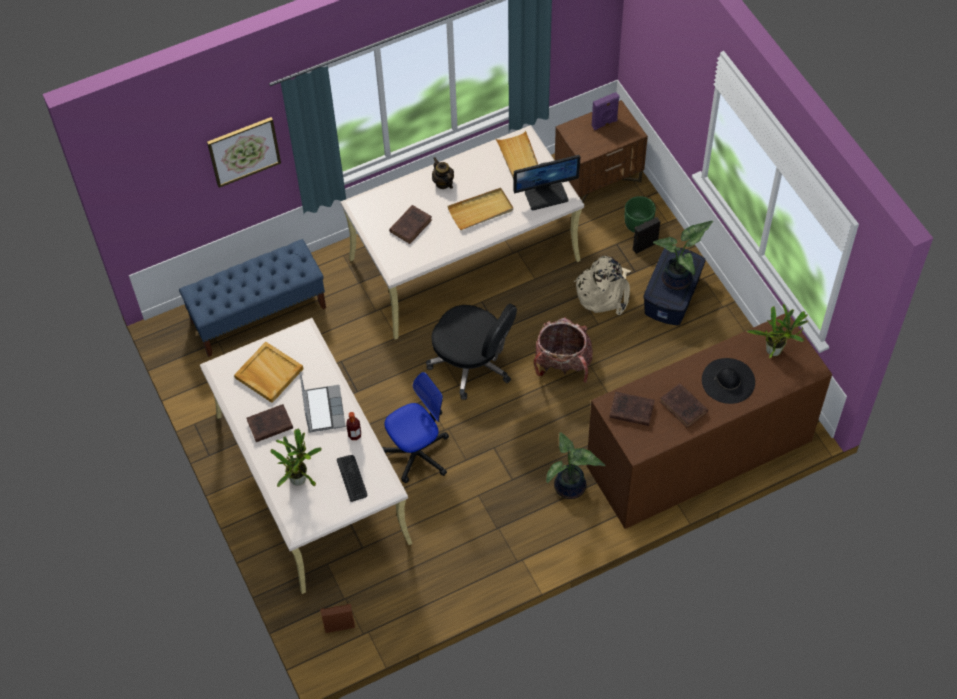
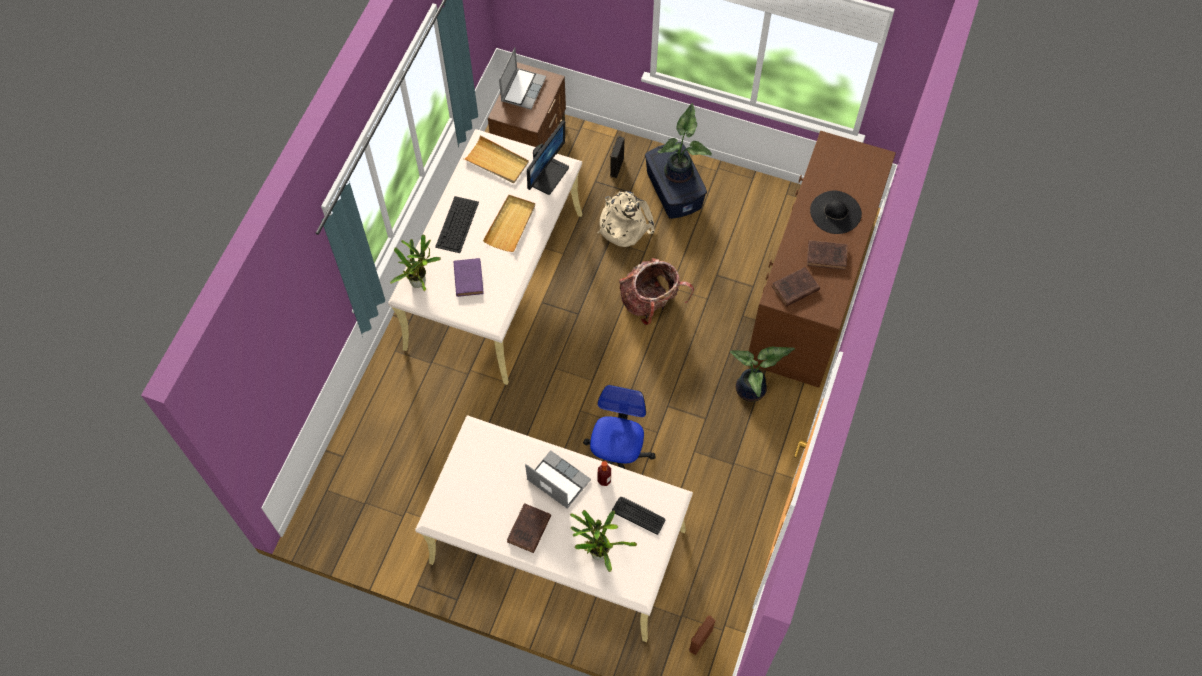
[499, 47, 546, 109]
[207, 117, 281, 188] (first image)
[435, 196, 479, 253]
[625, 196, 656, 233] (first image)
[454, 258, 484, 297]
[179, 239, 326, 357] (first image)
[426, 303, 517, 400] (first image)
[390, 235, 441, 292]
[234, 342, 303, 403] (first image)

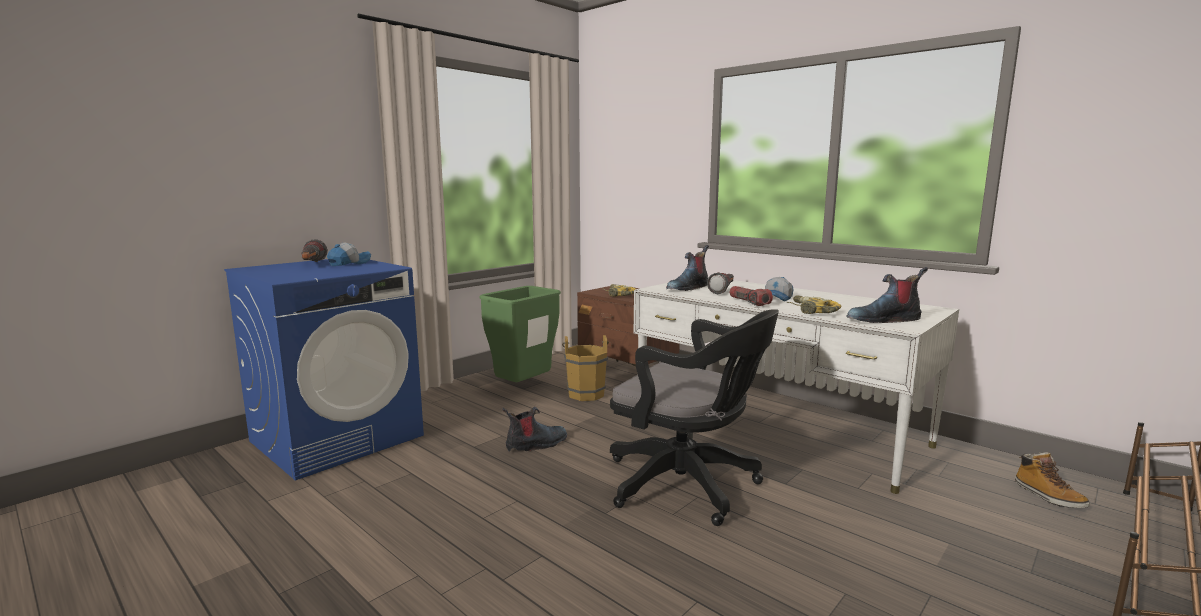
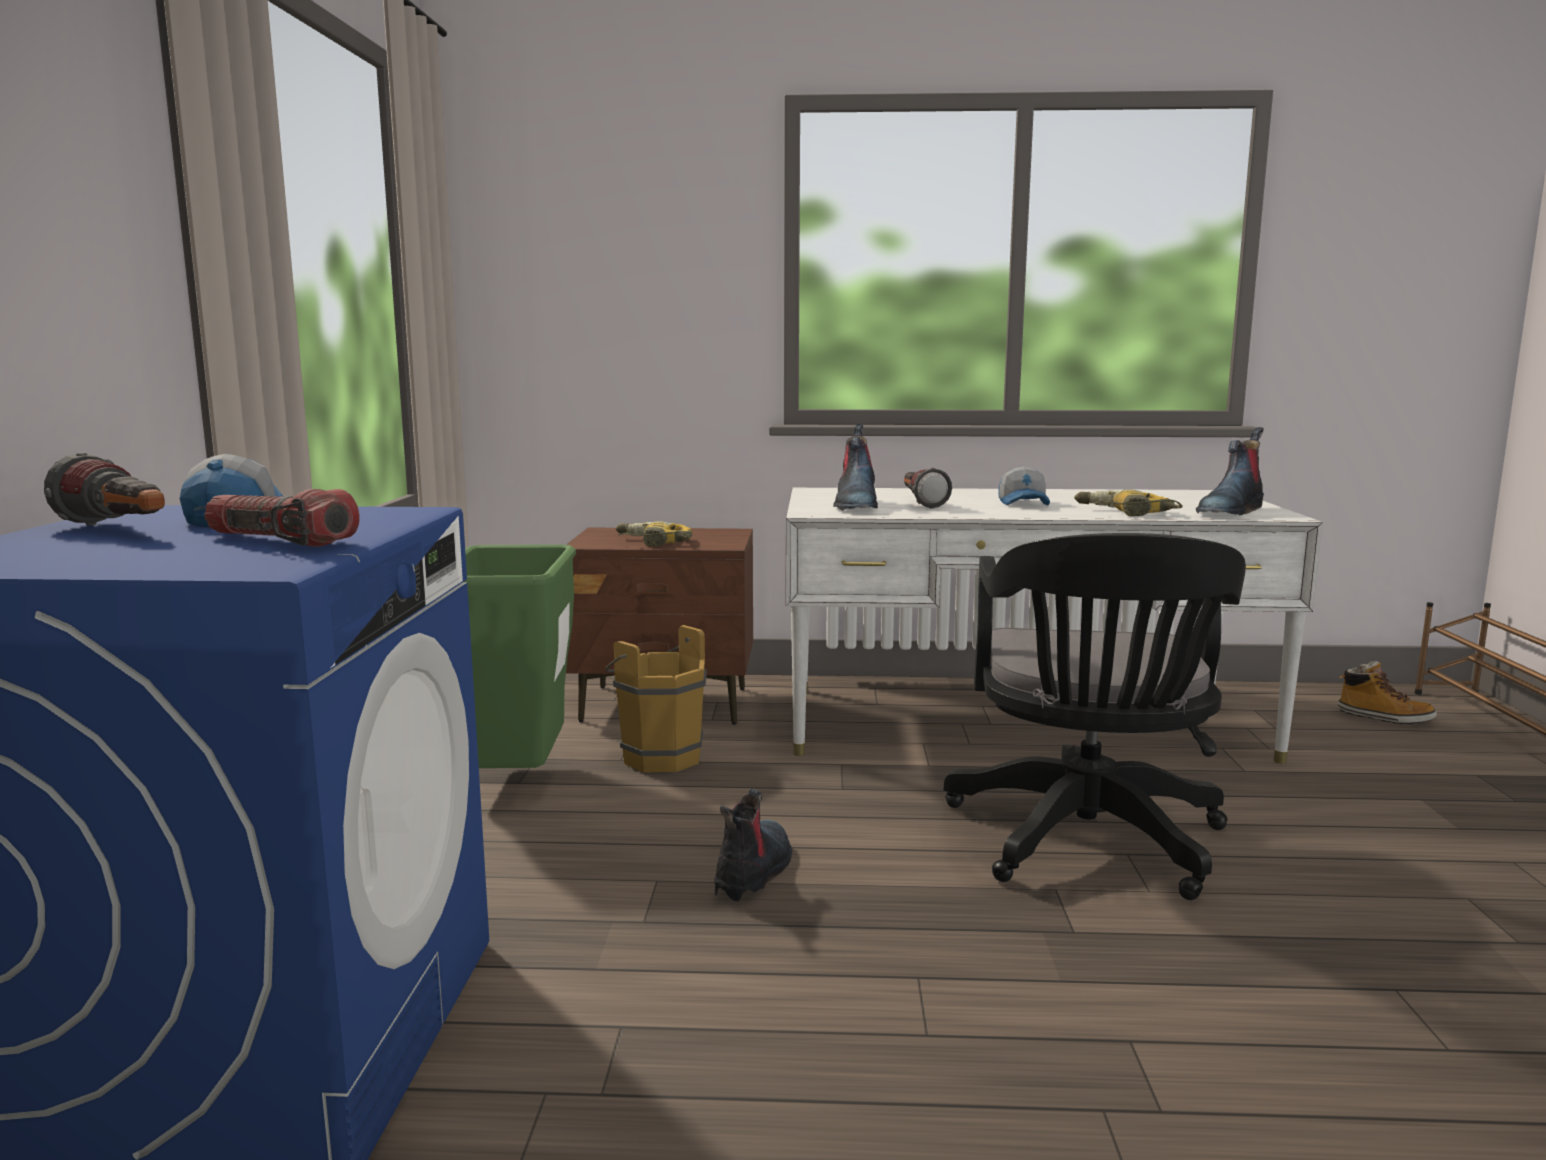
[204, 489, 360, 547]
[944, 533, 1246, 900]

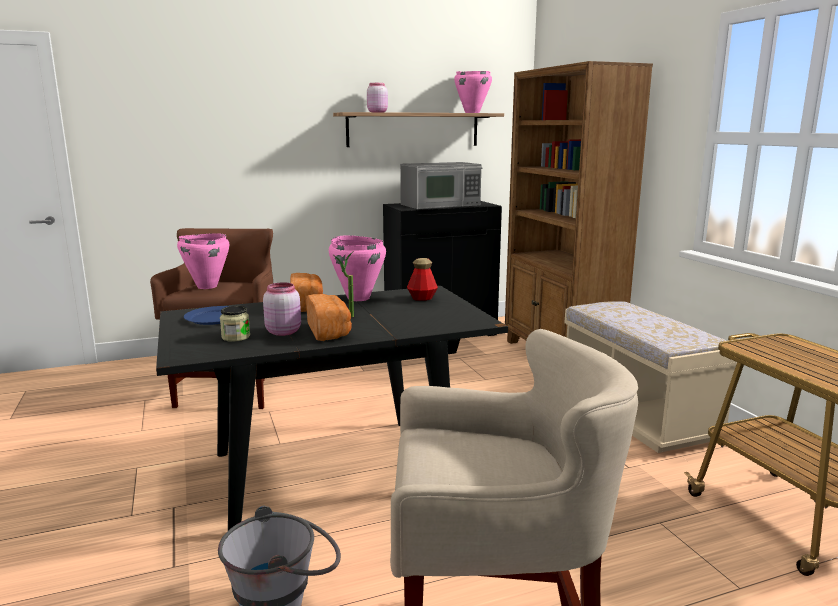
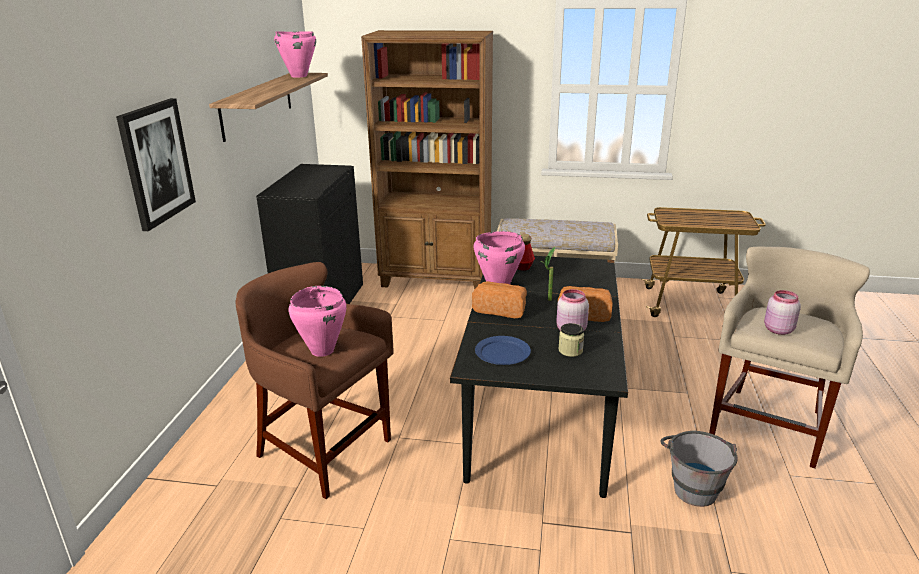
[764, 290, 801, 335]
[400, 162, 482, 209] (first image)
[116, 98, 196, 231]

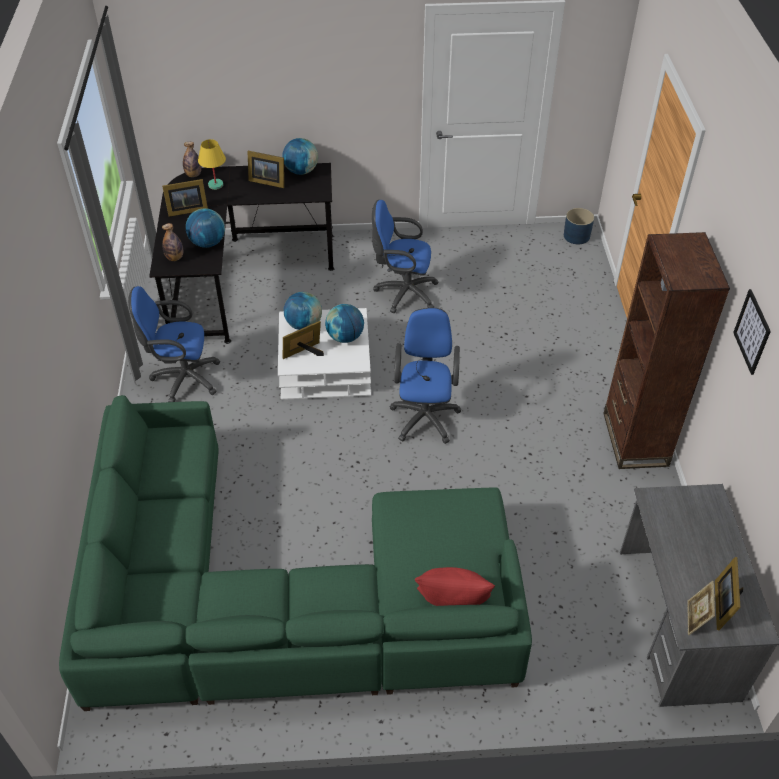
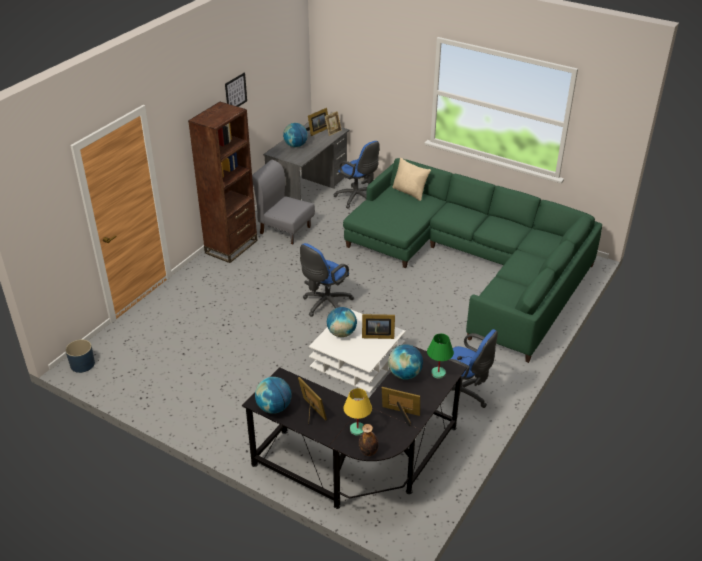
[333, 141, 380, 209]
[427, 334, 454, 378]
[283, 123, 308, 147]
[392, 157, 431, 201]
[252, 160, 315, 244]

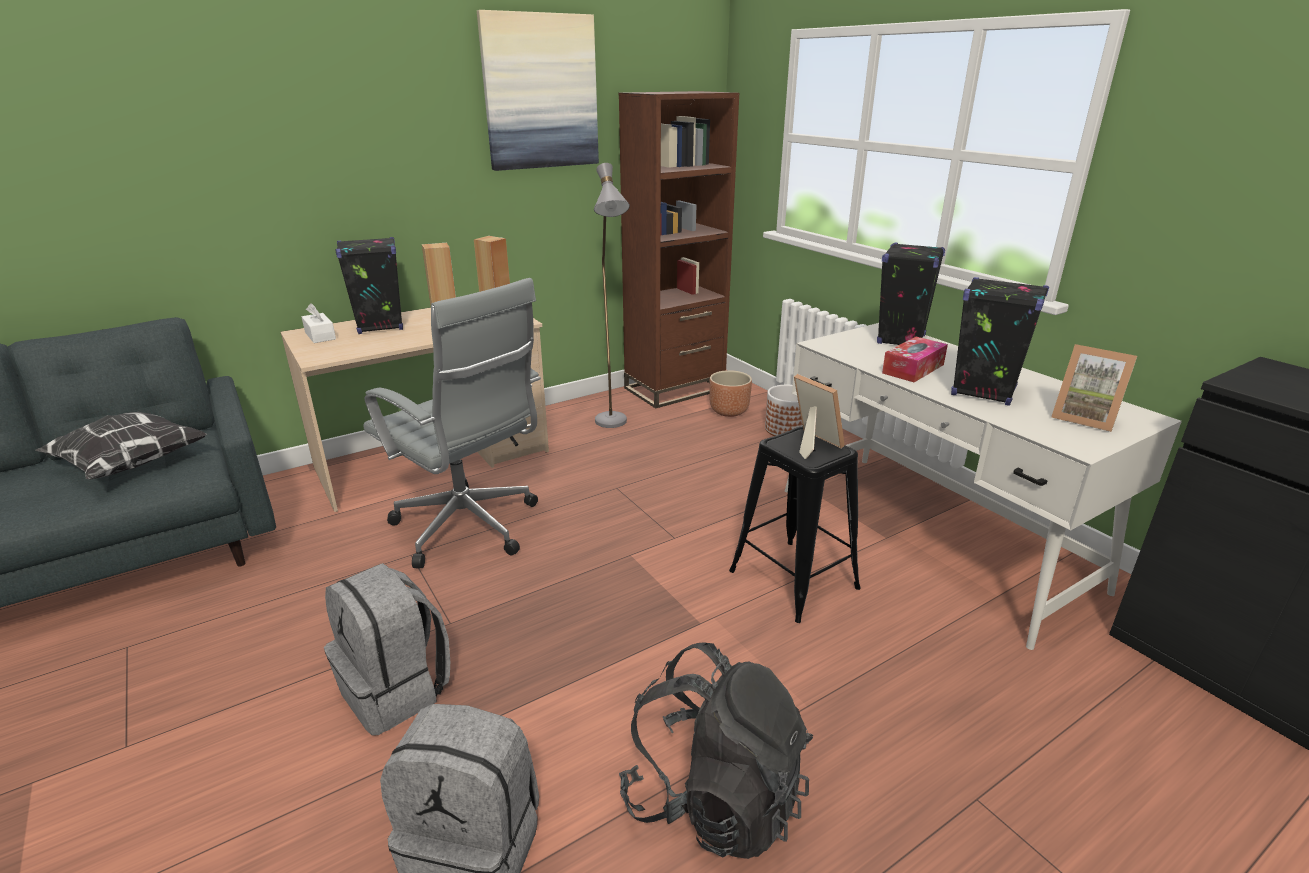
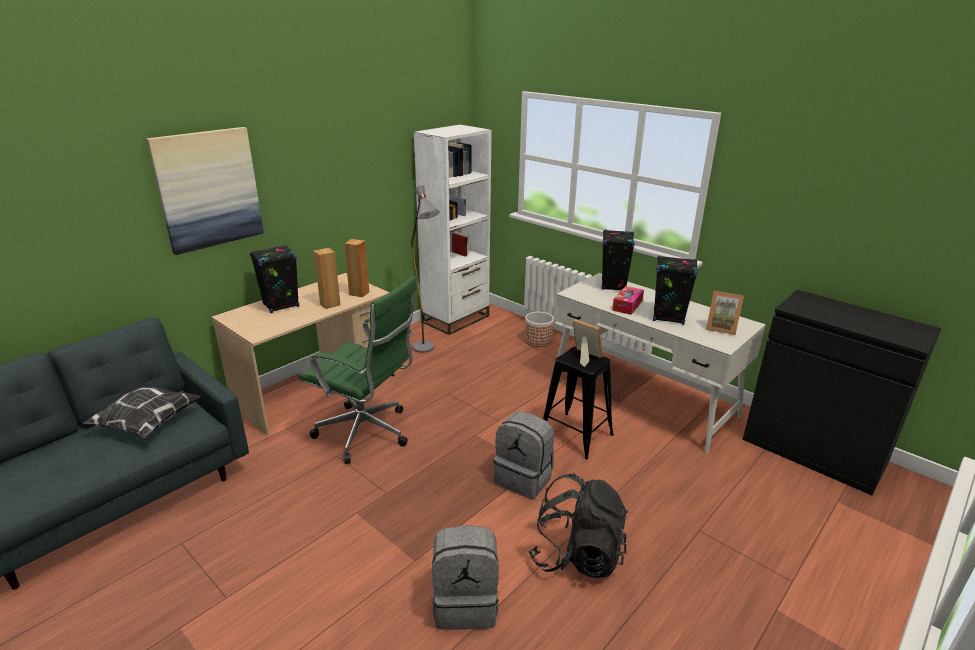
[146, 127, 264, 255]
[414, 125, 492, 335]
[298, 276, 417, 464]
[302, 303, 336, 343] (first image)
[709, 370, 752, 417] (first image)
[494, 411, 554, 499]

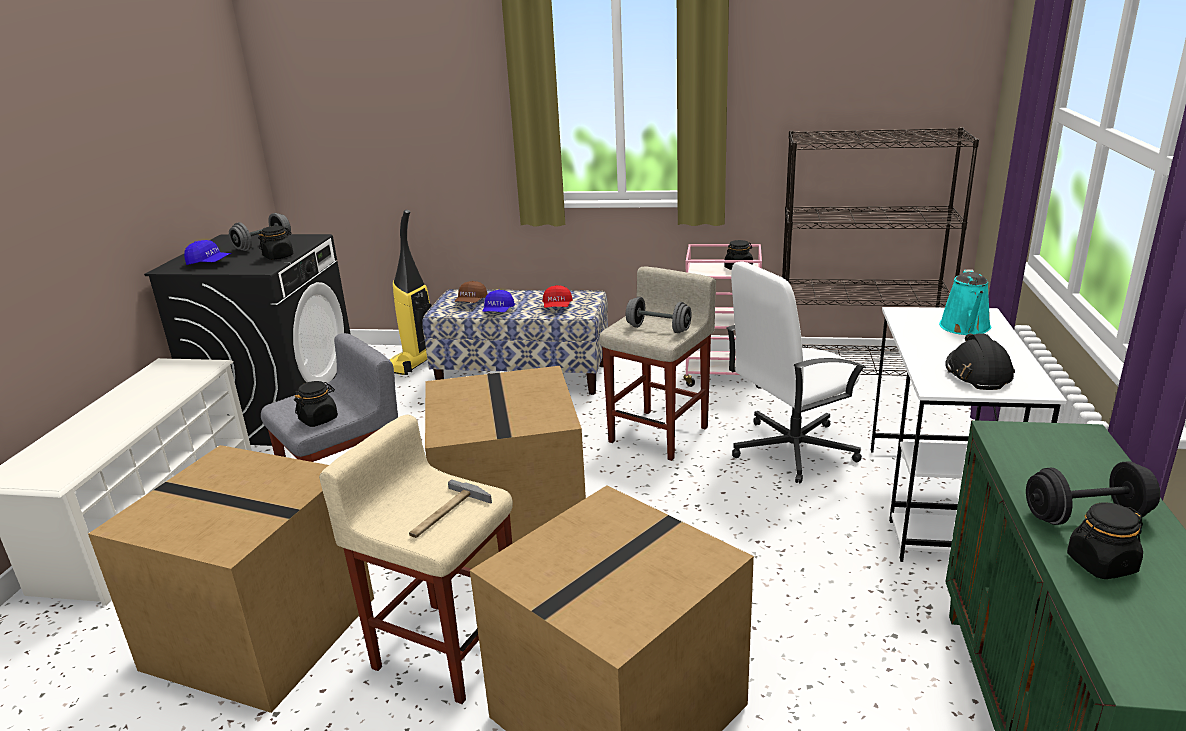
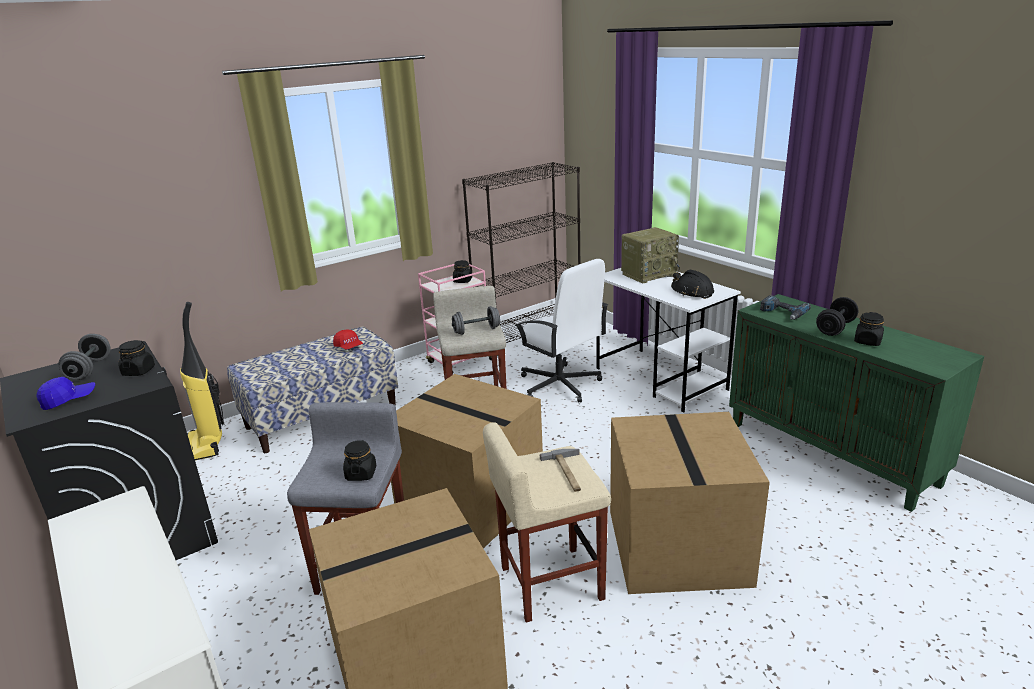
[515, 259, 608, 403]
[621, 227, 680, 284]
[455, 281, 487, 303] (first image)
[483, 290, 515, 312] (first image)
[760, 295, 811, 320]

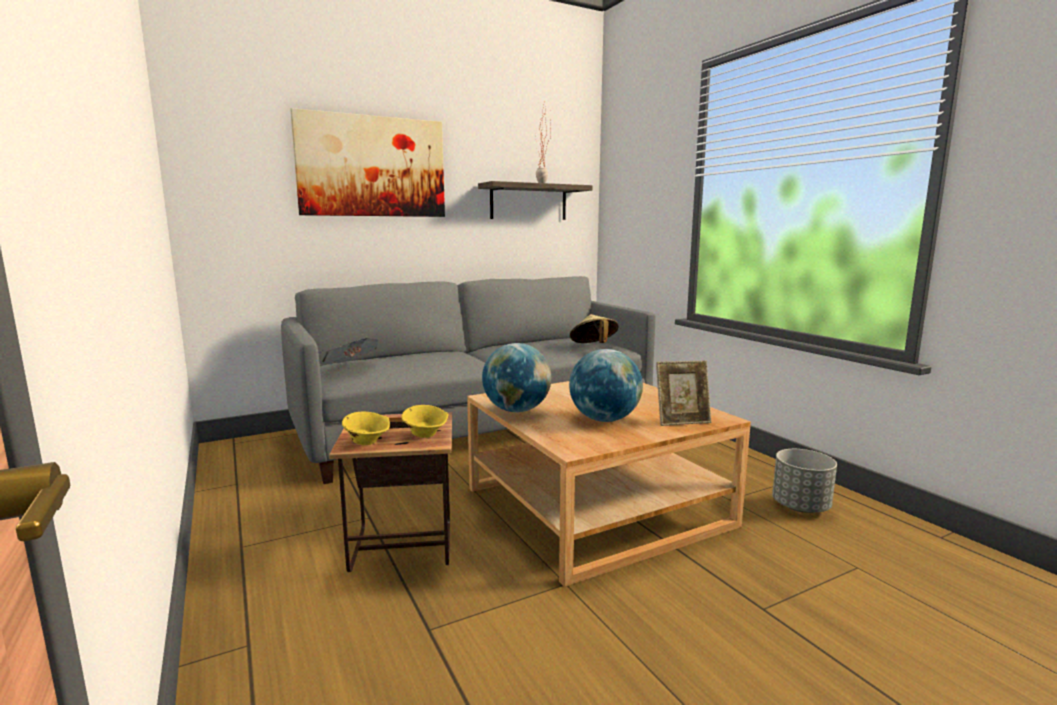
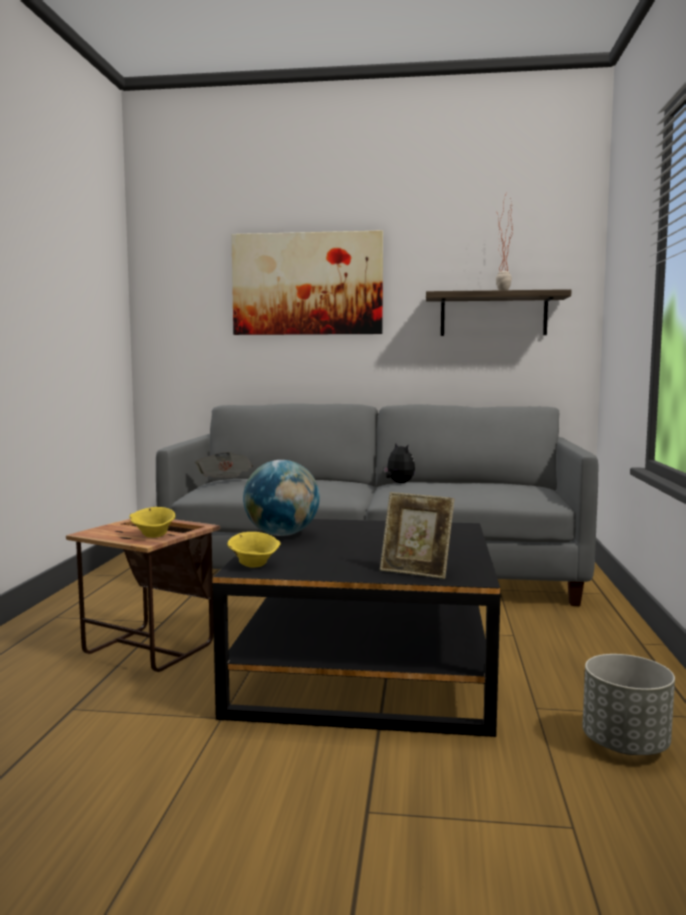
[570, 314, 618, 343] (first image)
[569, 349, 643, 422] (first image)
[212, 519, 500, 737]
[227, 532, 281, 567]
[384, 443, 415, 483]

